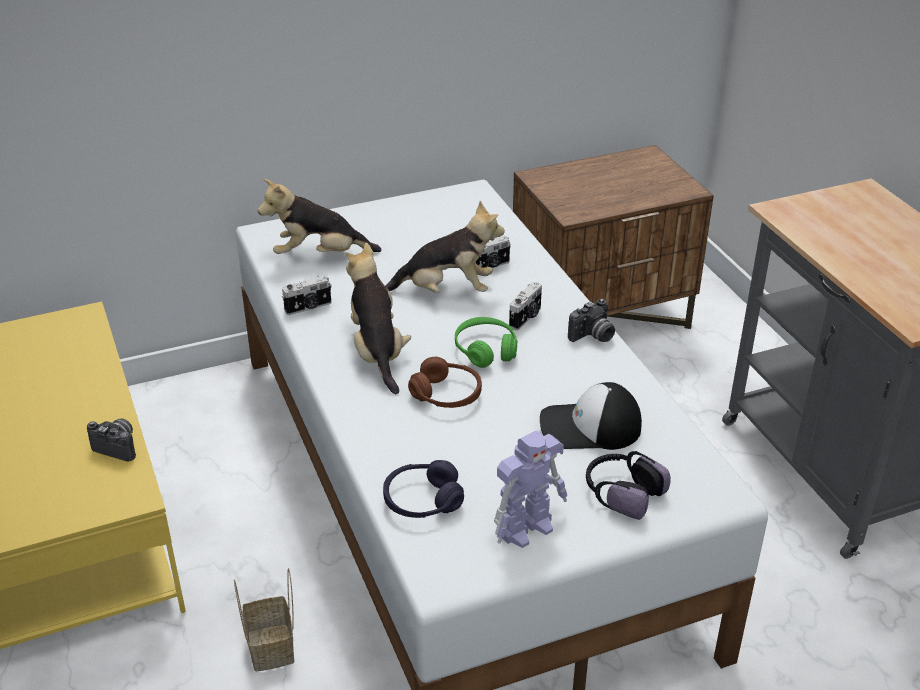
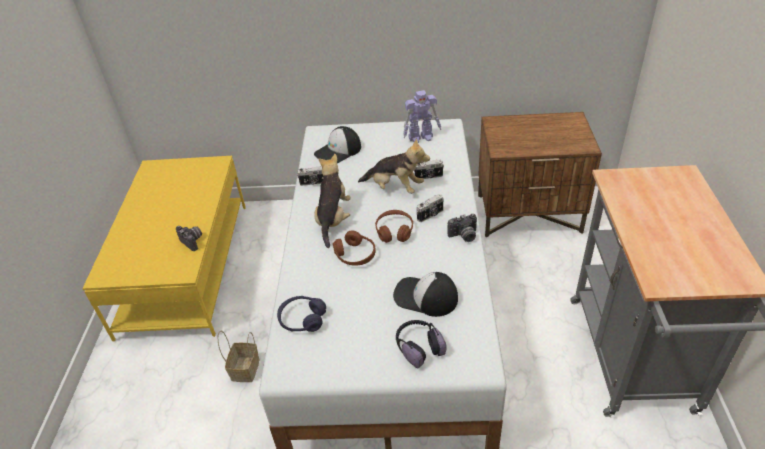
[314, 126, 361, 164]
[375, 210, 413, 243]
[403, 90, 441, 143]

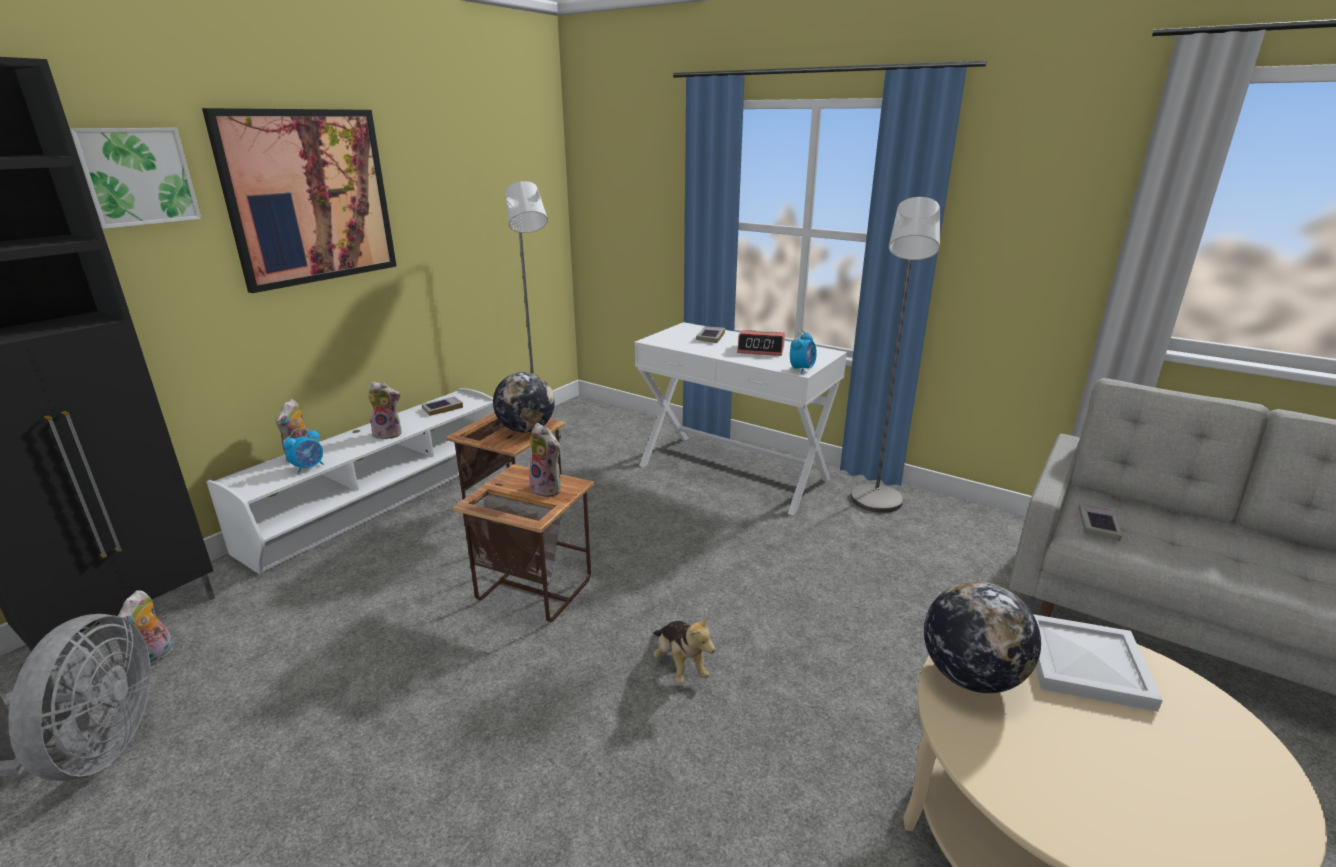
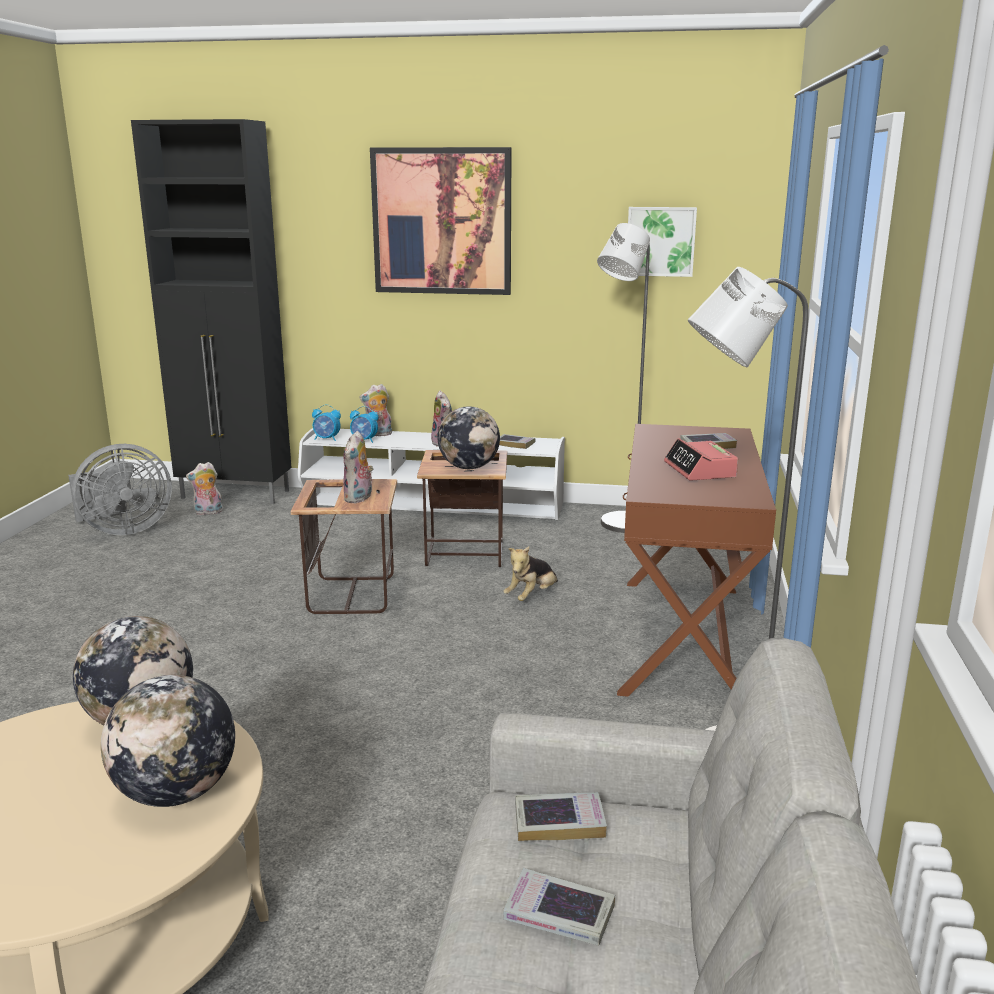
[628, 207, 697, 277]
[617, 424, 776, 697]
[312, 404, 341, 441]
[101, 675, 235, 807]
[503, 547, 558, 601]
[503, 868, 615, 946]

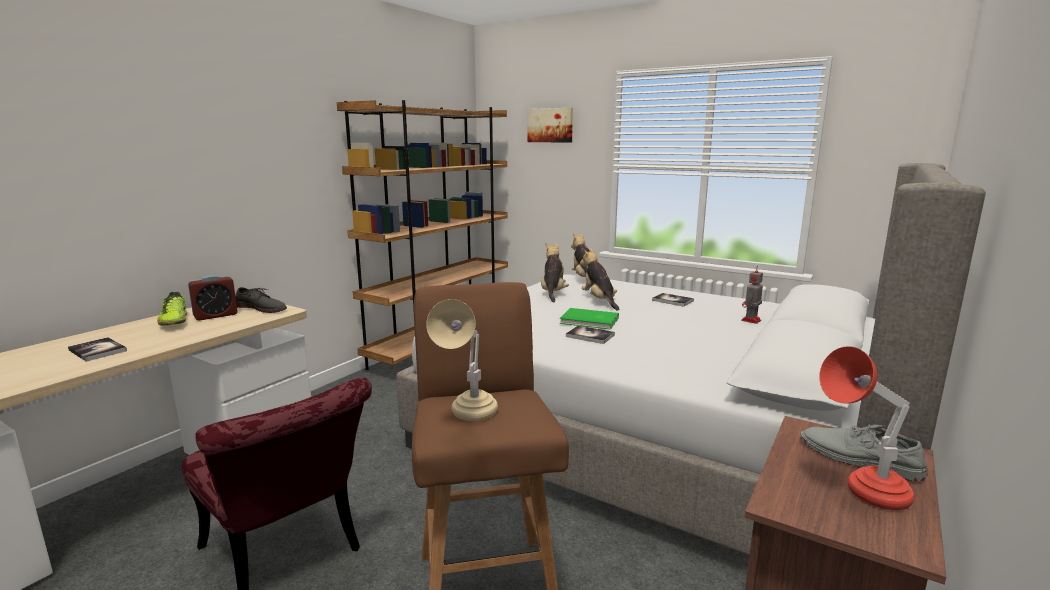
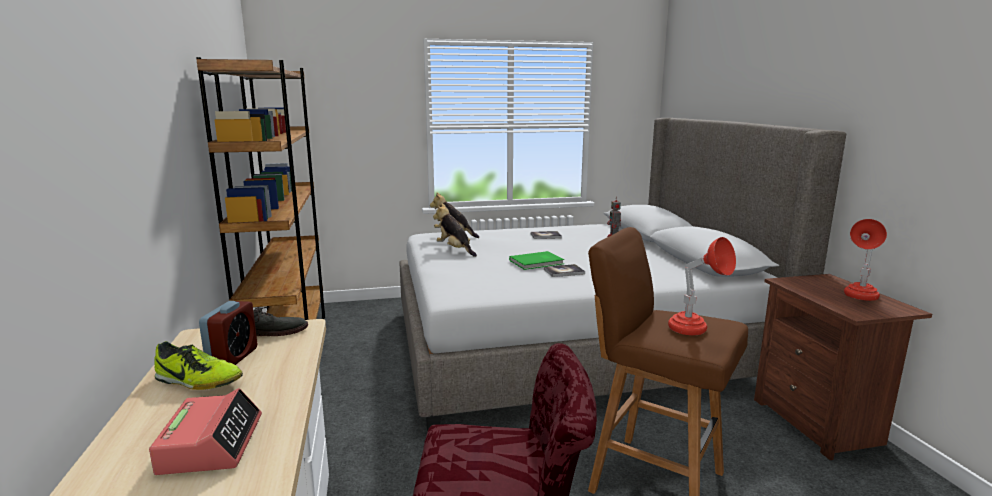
[527, 108, 573, 142] (first image)
[580, 248, 619, 310] (first image)
[668, 237, 736, 335]
[149, 388, 262, 475]
[800, 424, 928, 481] (first image)

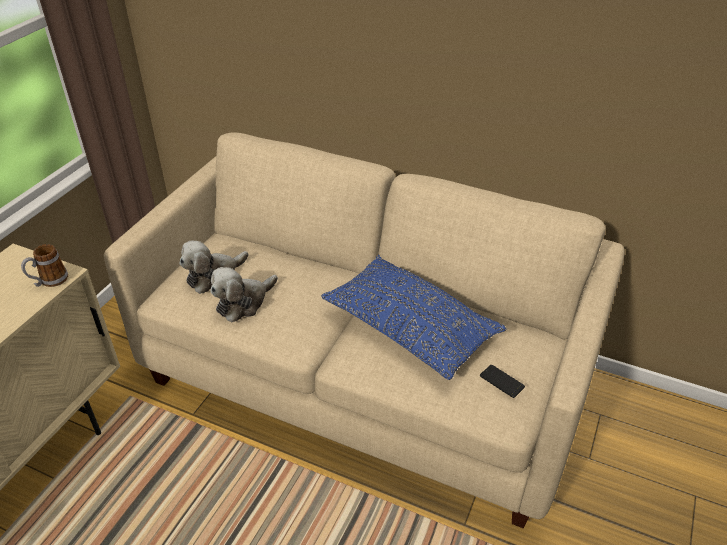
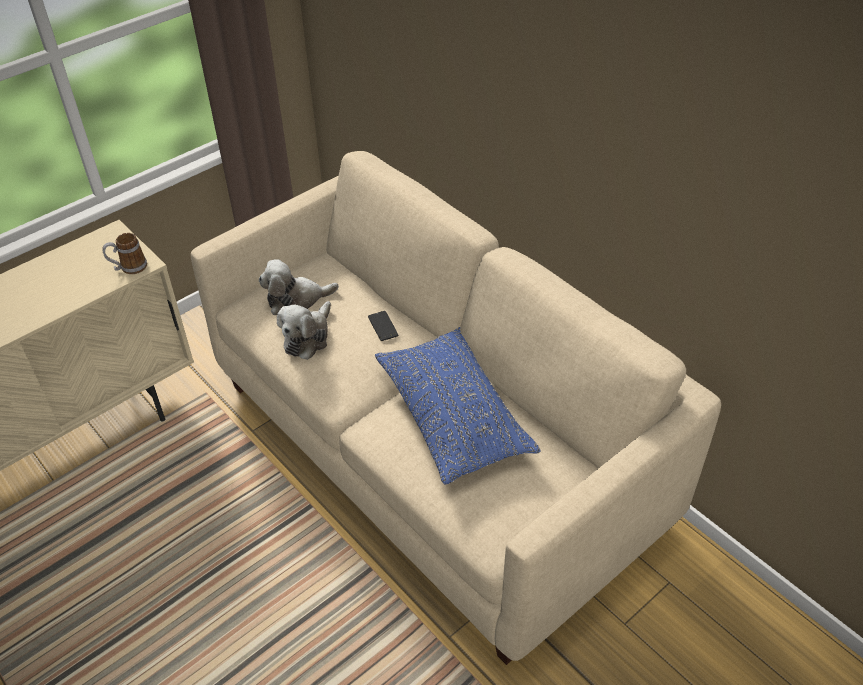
[277, 301, 331, 360]
[368, 311, 398, 341]

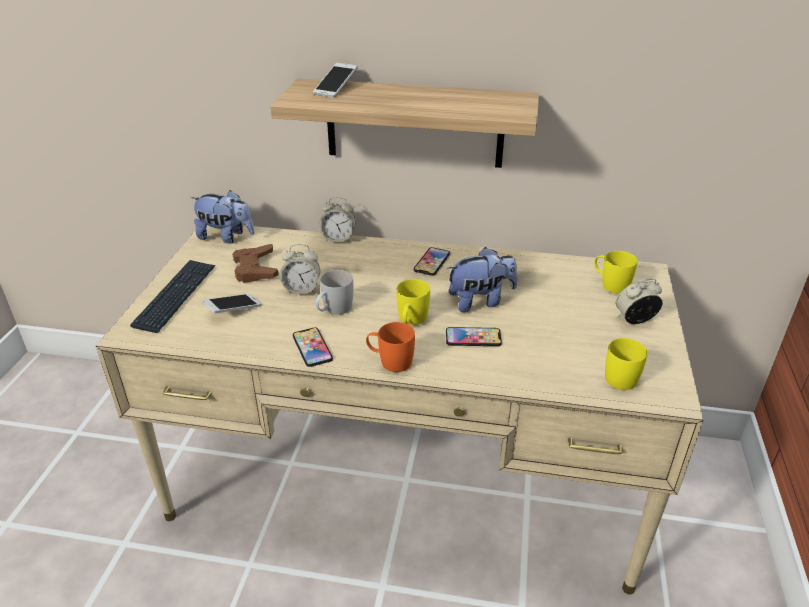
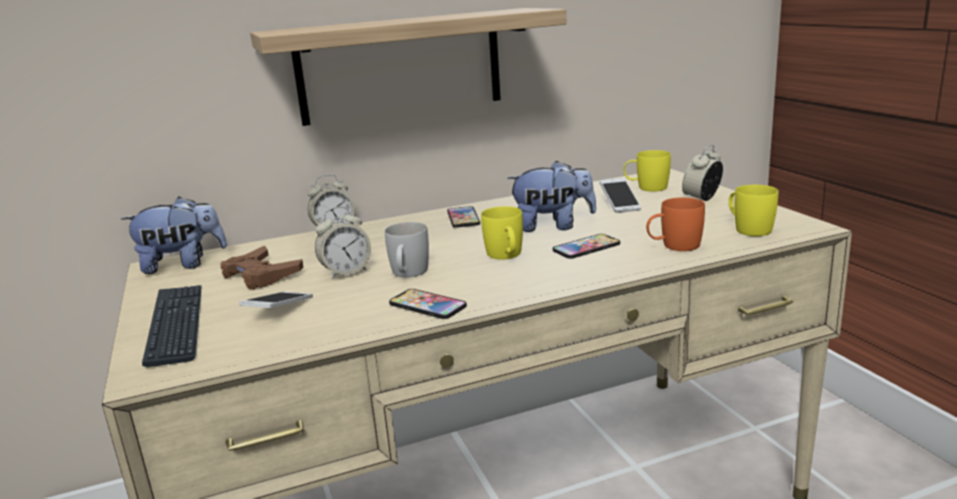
[600, 178, 641, 213]
[507, 160, 596, 232]
[646, 197, 705, 251]

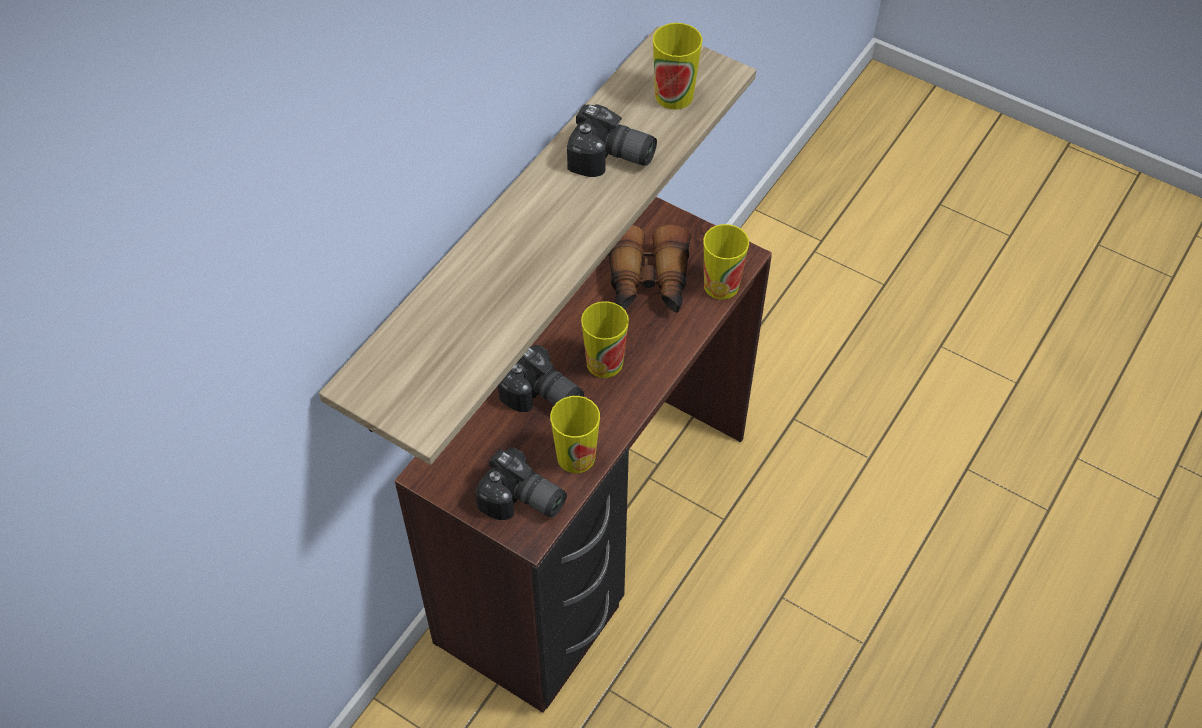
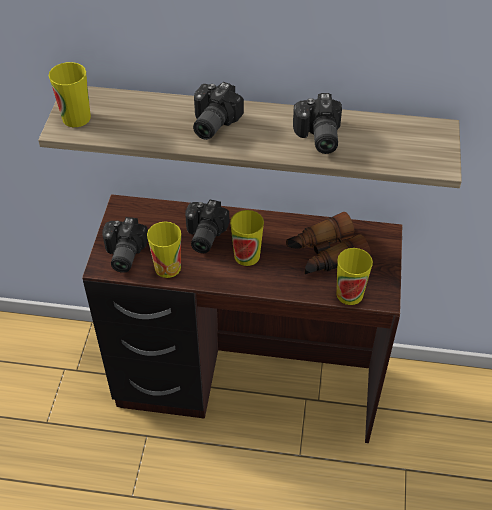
[49, 62, 91, 127]
[193, 82, 244, 140]

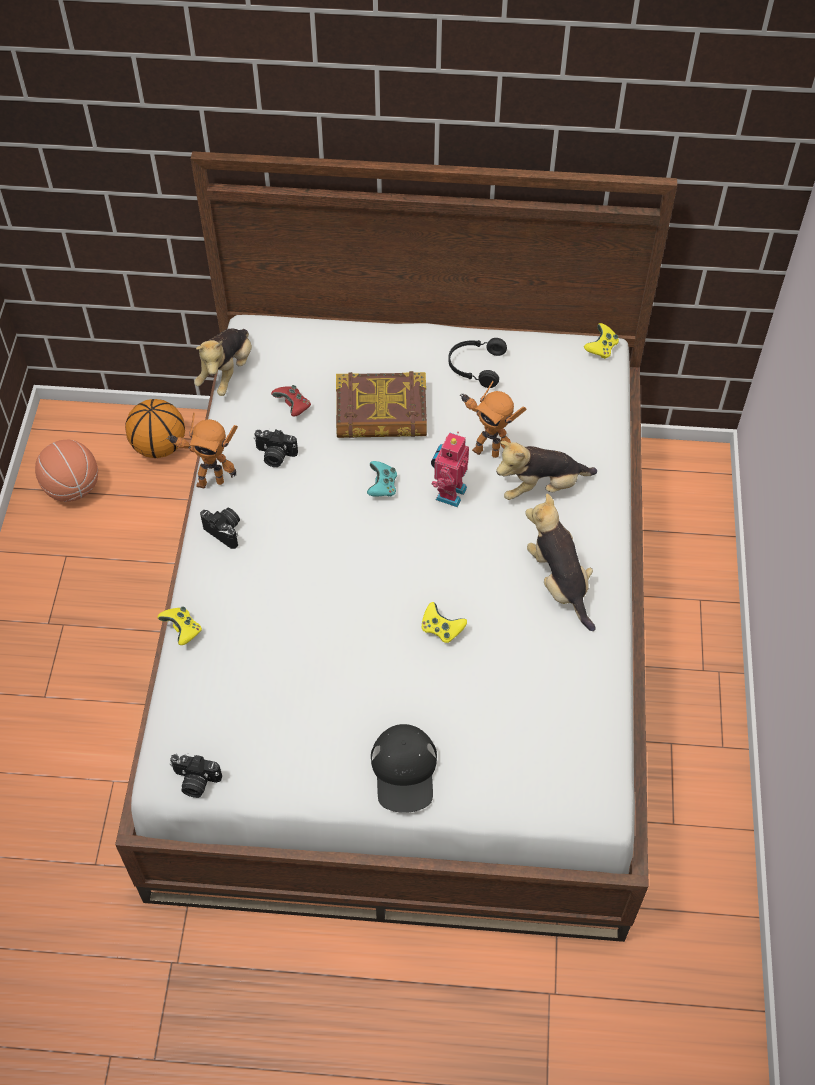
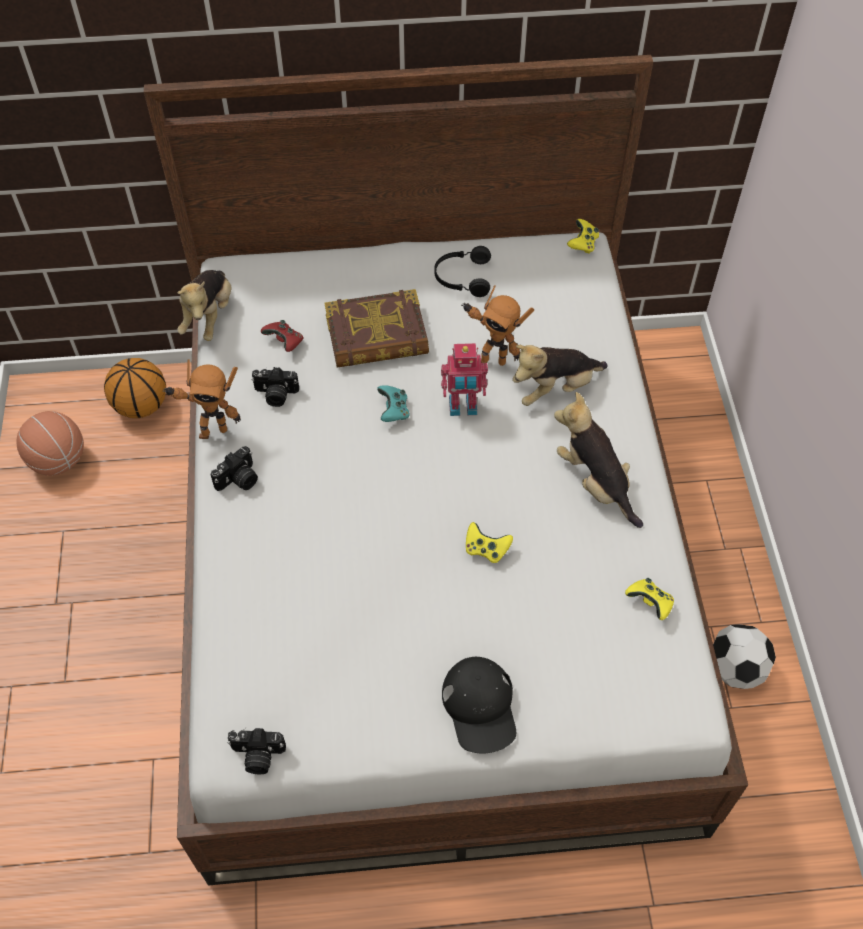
[441, 343, 488, 416]
[210, 446, 258, 491]
[625, 578, 674, 620]
[713, 624, 776, 689]

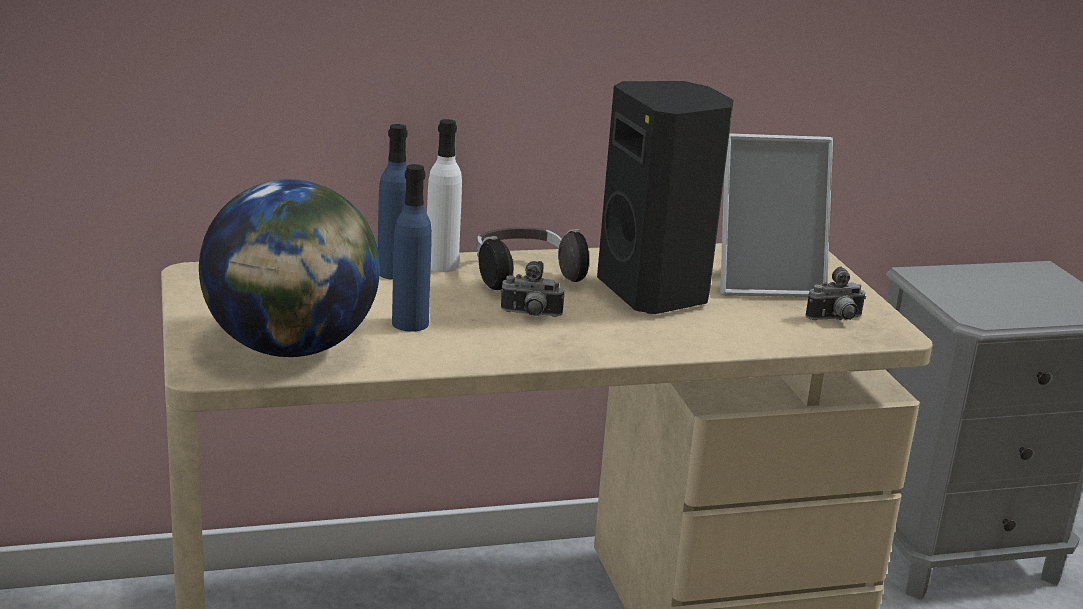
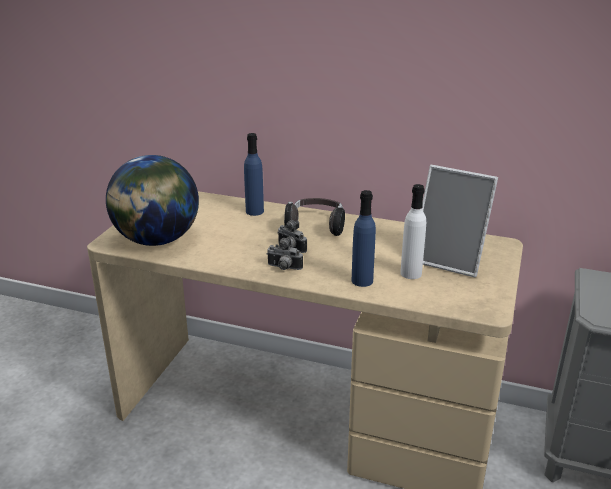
[597, 81, 733, 314] (first image)
[400, 184, 426, 279]
[352, 190, 376, 287]
[267, 237, 303, 270]

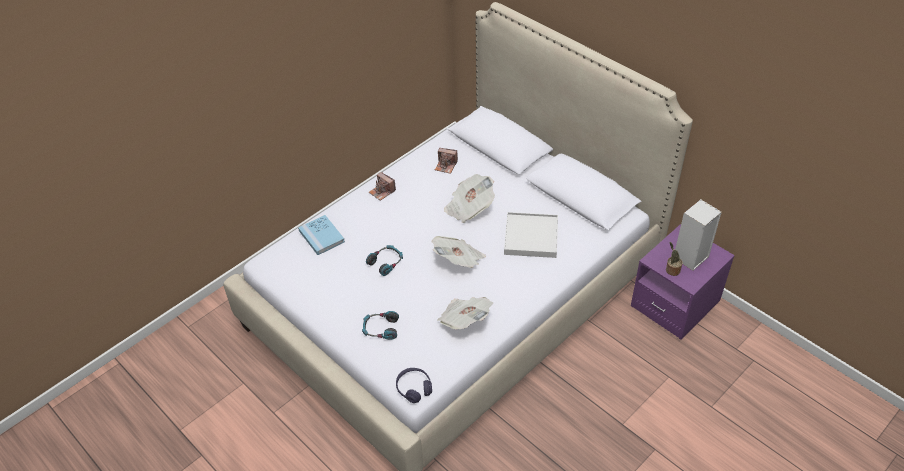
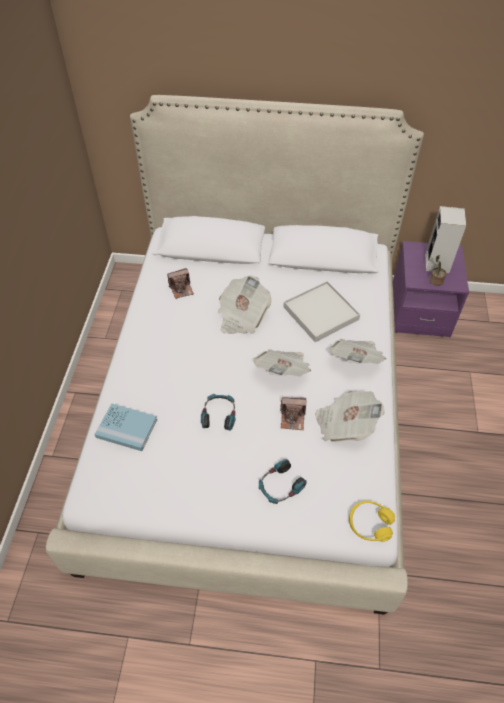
[280, 397, 306, 430]
[349, 501, 395, 542]
[329, 339, 386, 364]

